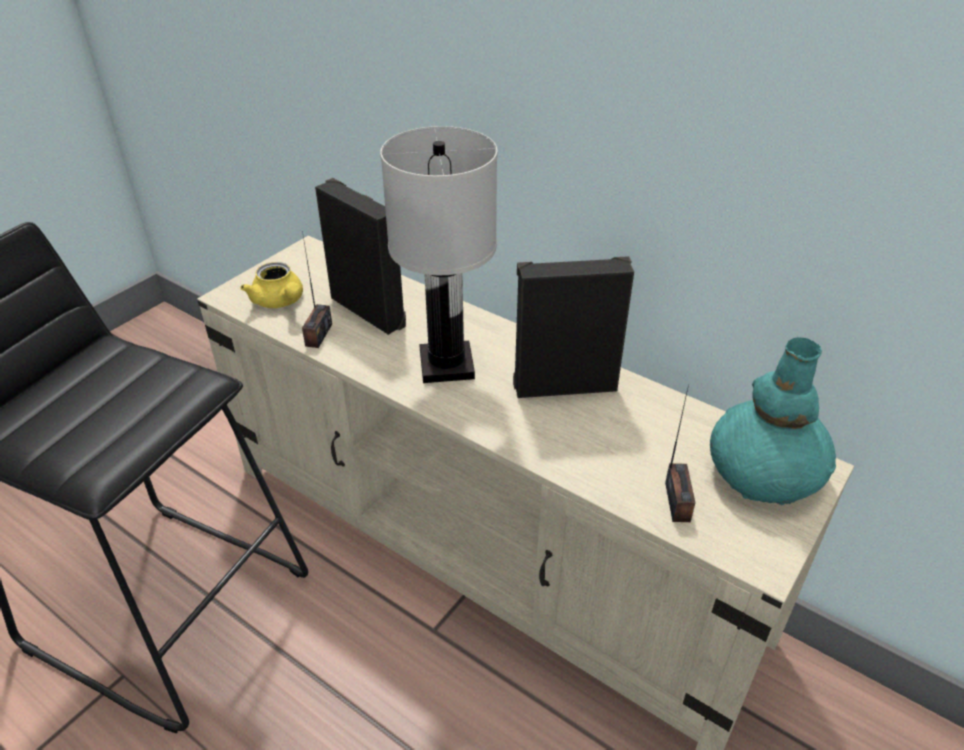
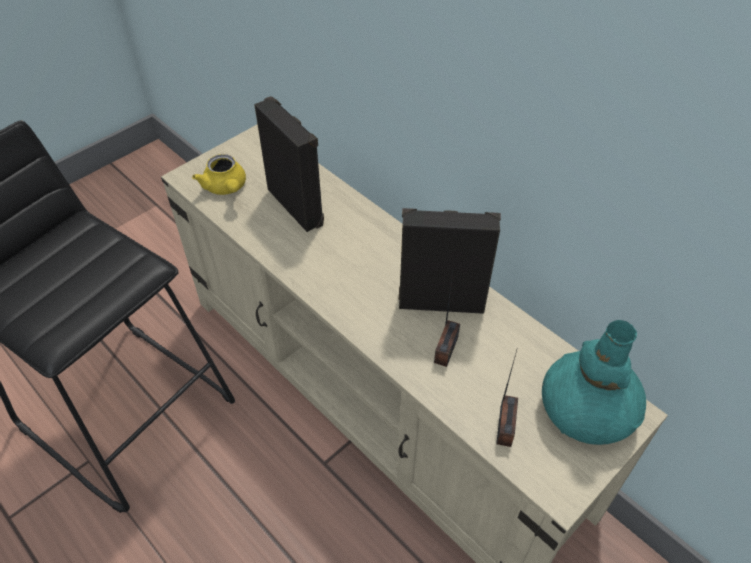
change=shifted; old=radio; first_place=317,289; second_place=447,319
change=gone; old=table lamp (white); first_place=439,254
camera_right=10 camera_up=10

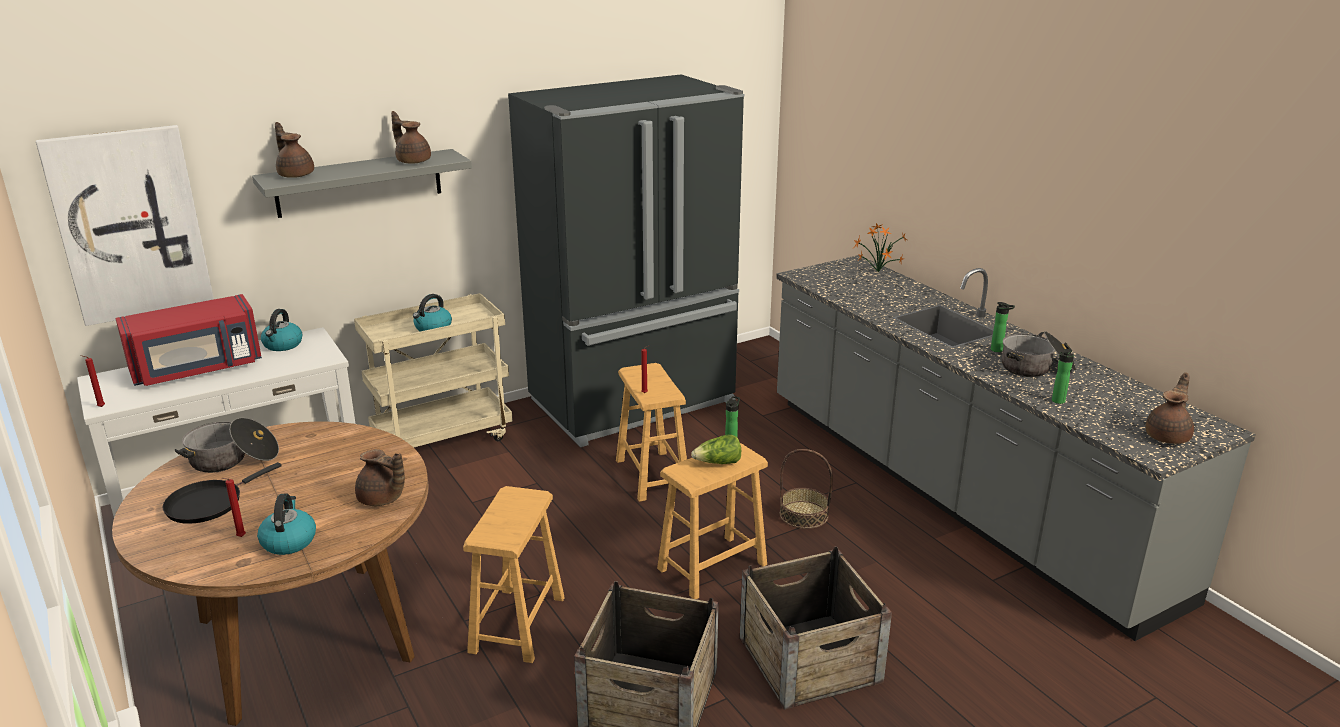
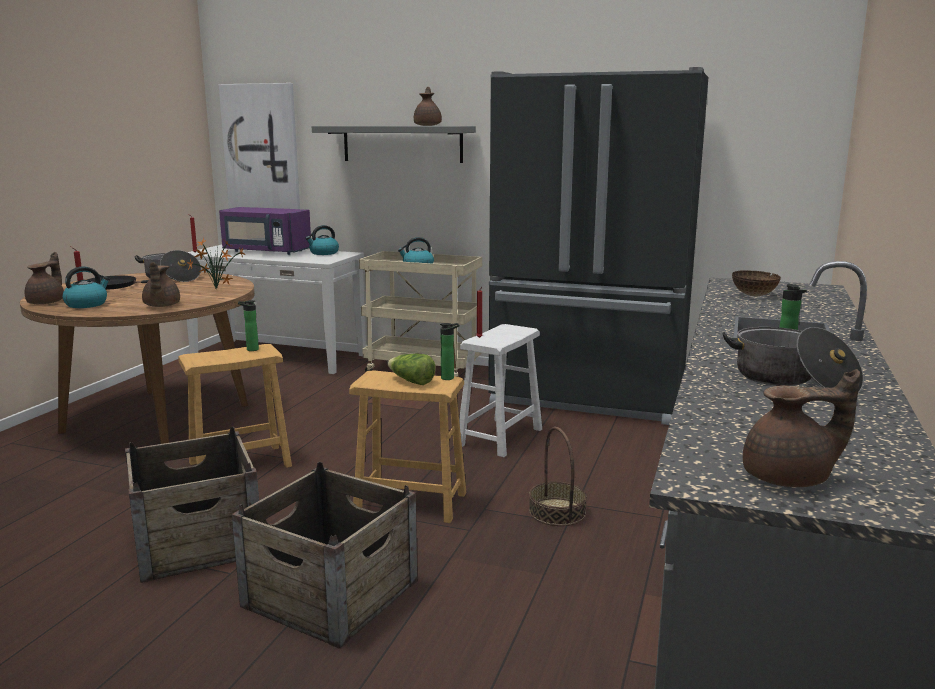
change=shifted; old=teapot (brown); first_place=294,150; second_place=44,278
change=shifted; old=potted plant; first_place=879,247; second_place=216,263
change=repainted; old=microwave (red); new=microwave (purple); first_place=188,340; second_place=265,231
change=shifted; old=bottle; first_place=1063,376; second_place=248,325
change=repainted; old=stool (brown); new=stool (white); first_place=651,432; second_place=500,390
change=new; new=bowl; second_place=756,283
camera_right=50 camera_up=-10

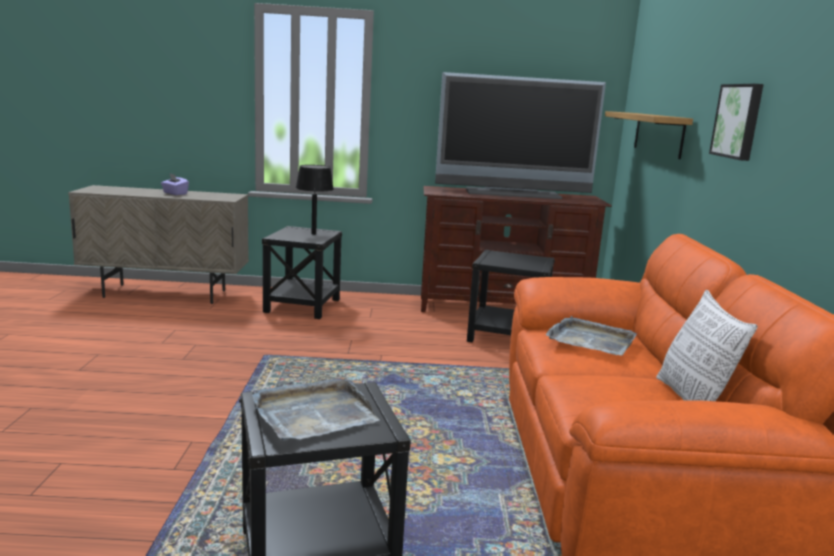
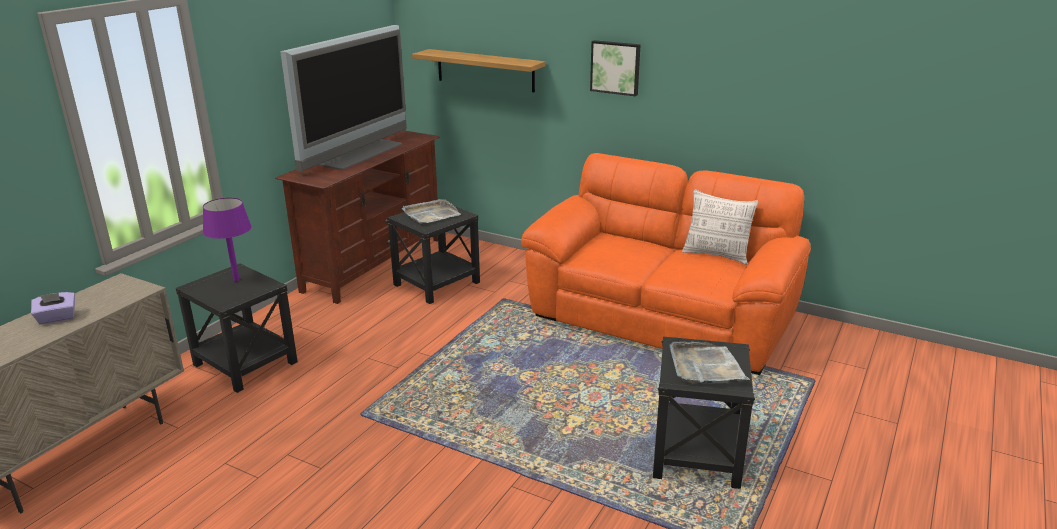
change=repainted; old=table lamp (black); new=table lamp (purple); first_place=315,200; second_place=227,240
change=shifted; old=tray (grey); first_place=591,336; second_place=431,211
camera_right=-60 camera_up=10

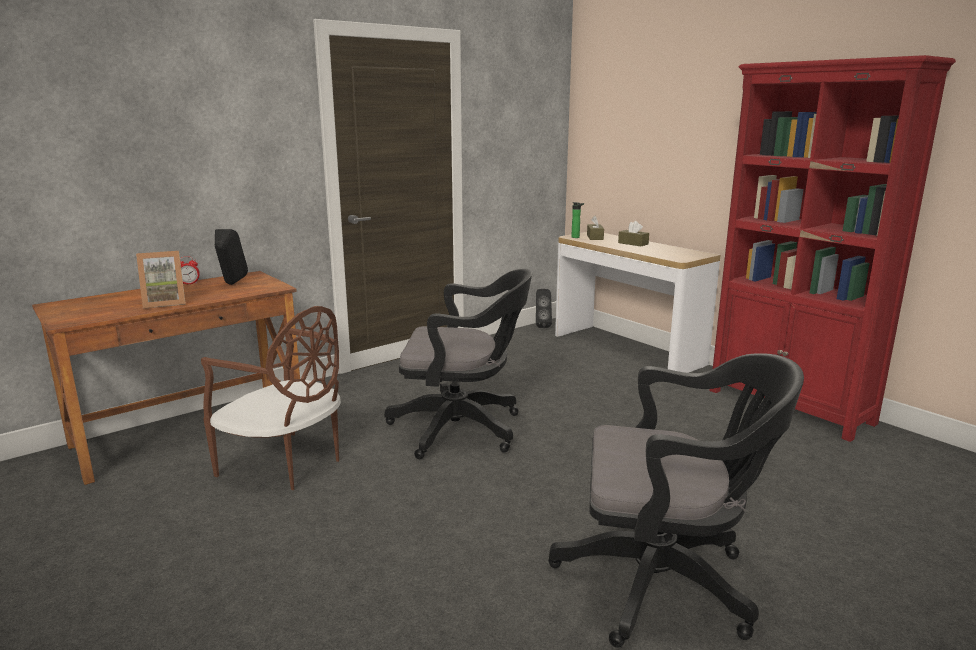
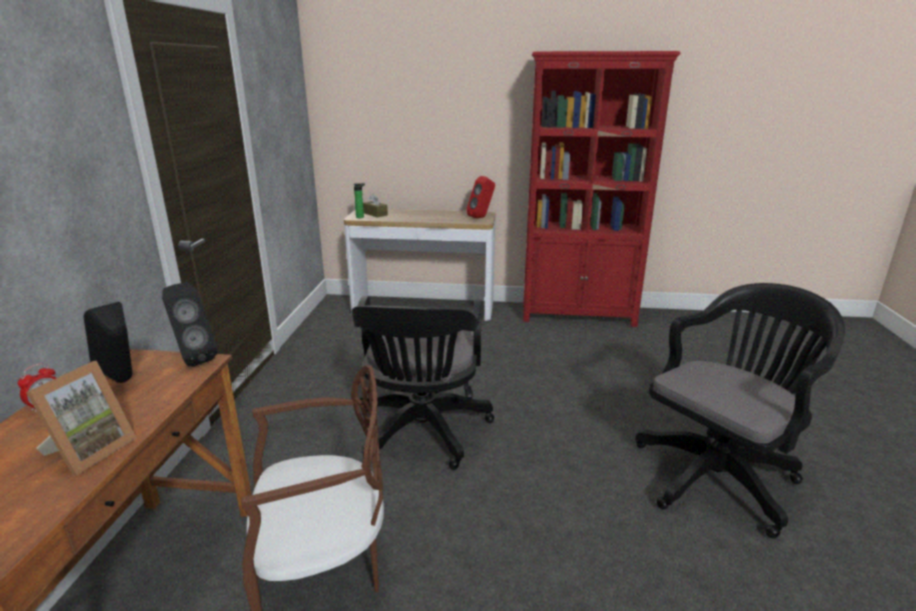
change=shifted; old=speaker (black); first_place=544,308; second_place=190,324
change=rotated; old=office chair (black); first_place=458,364; second_place=423,383; degrees=135
change=new; new=speaker (red); second_place=480,197
change=gone; old=tissue box (brown); first_place=633,233
camera_right=-45 camera_up=5

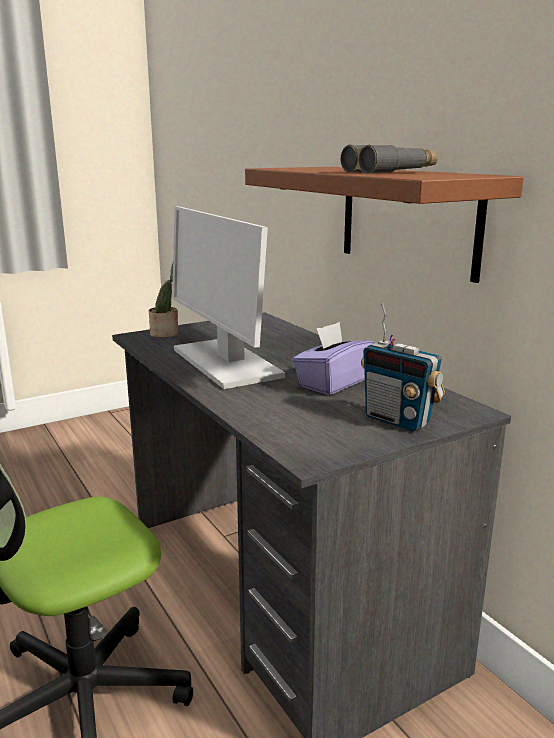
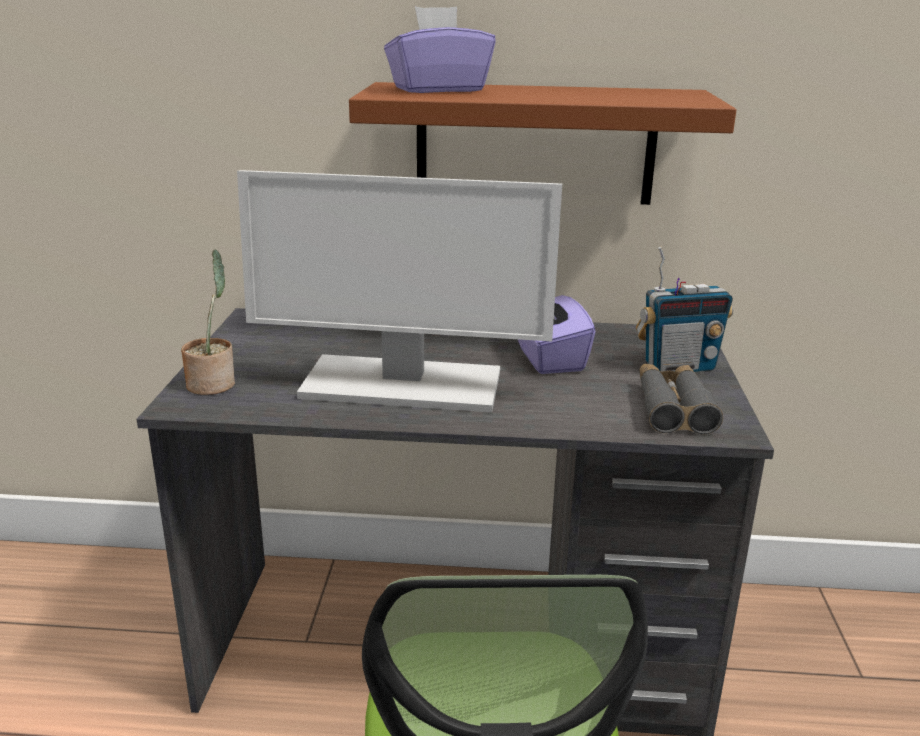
change=new; new=tissue box (purple); second_place=440,49
change=shifted; old=binoculars (grey); first_place=389,159; second_place=681,399
camera_right=-55 camera_up=5

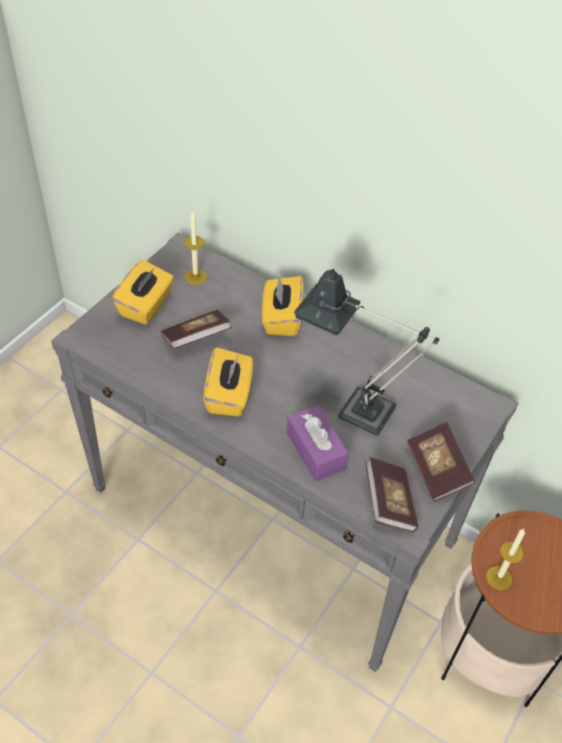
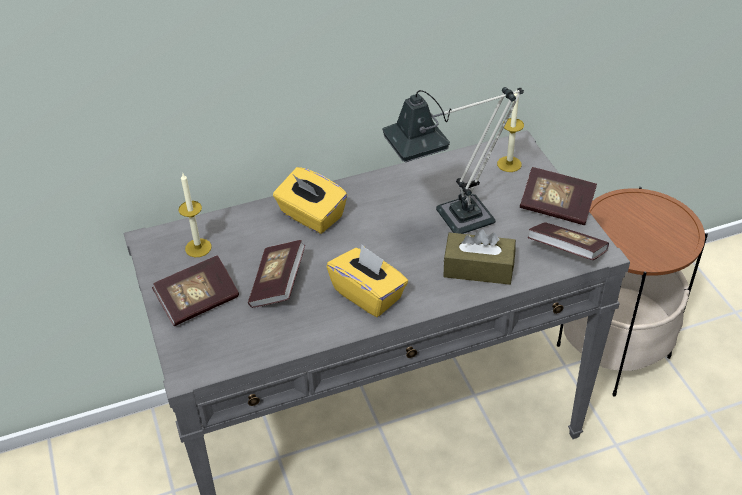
change=swapped; old=tissue box (yellow); new=book; first_place=143,292; second_place=195,291
change=repainted; old=tissue box (purple); new=tissue box (brown); first_place=317,443; second_place=479,257
change=shifted; old=candle; first_place=505,559; second_place=510,131
camera_right=-50 camera_up=-5

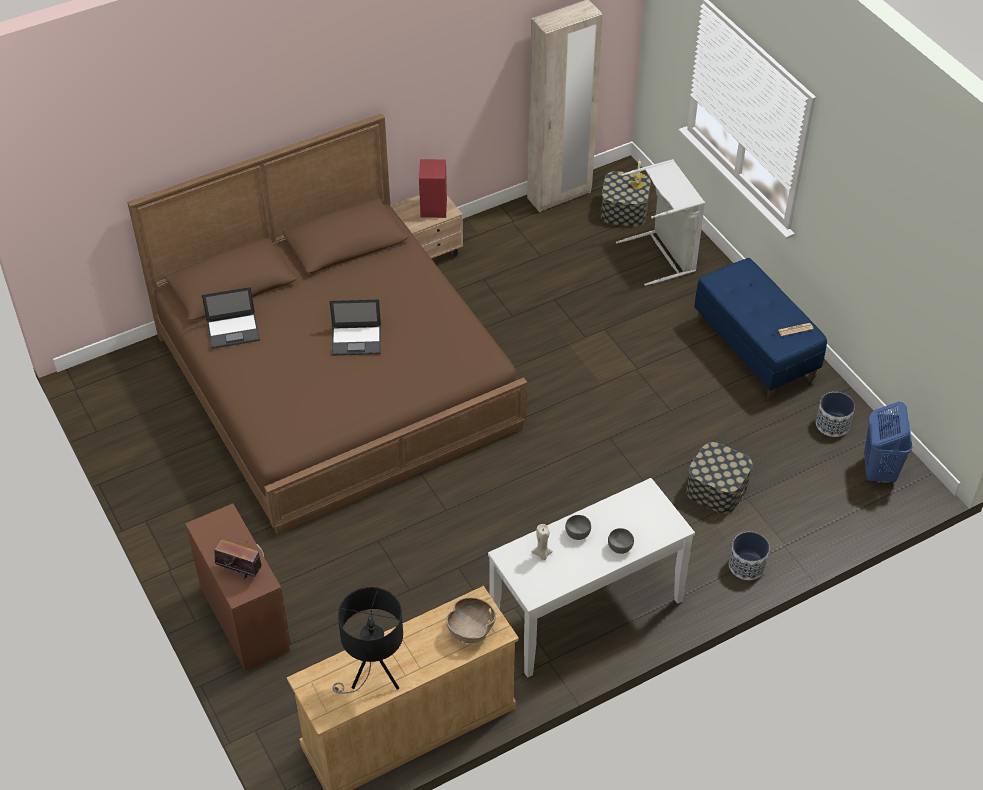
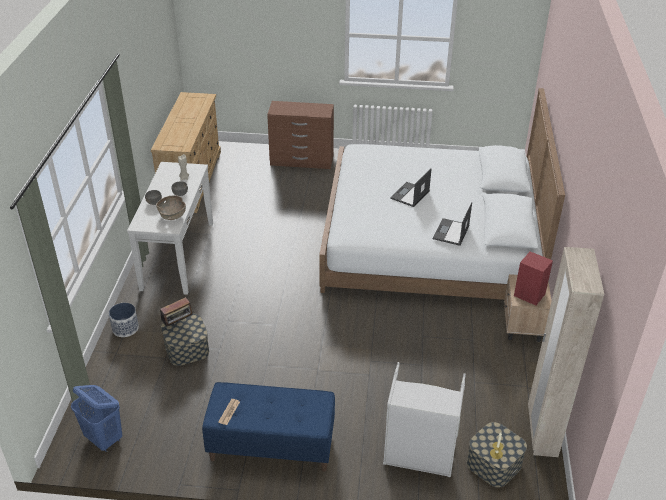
change=shifted; old=bowl (brown); first_place=471,620; second_place=171,208
change=shifted; old=radio; first_place=238,559; second_place=177,311
change=repainted; old=bed (brown); new=bed (white); first_place=327,324; second_place=442,194
change=shifted; old=laptop; first_place=231,318; second_place=452,224
change=gone; old=table lamp (black); first_place=367,640
change=gone; old=planter; first_place=835,414
camera_right=125 camera_up=-10

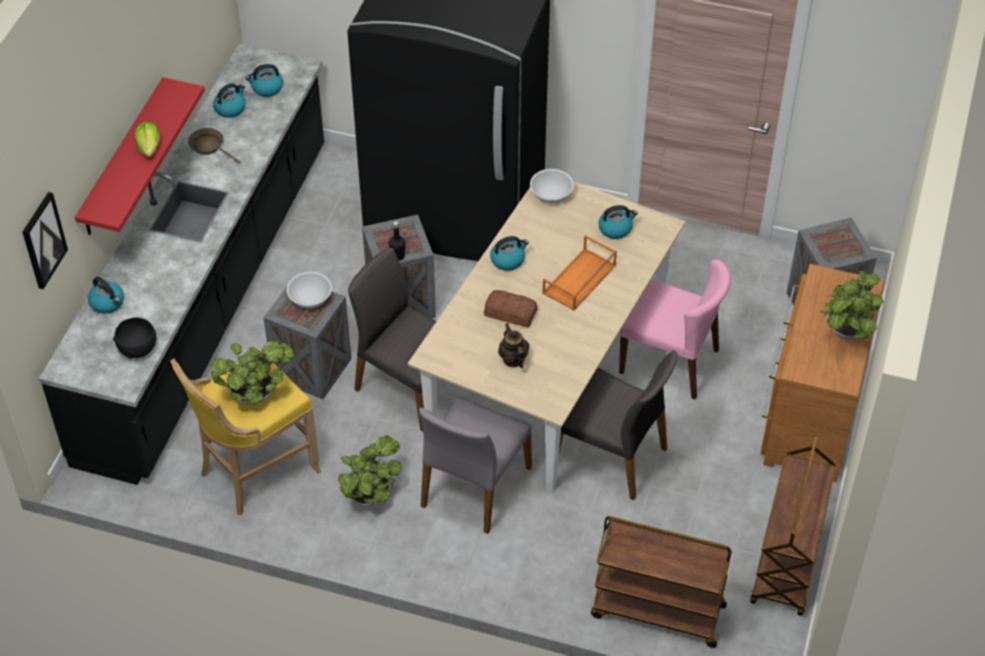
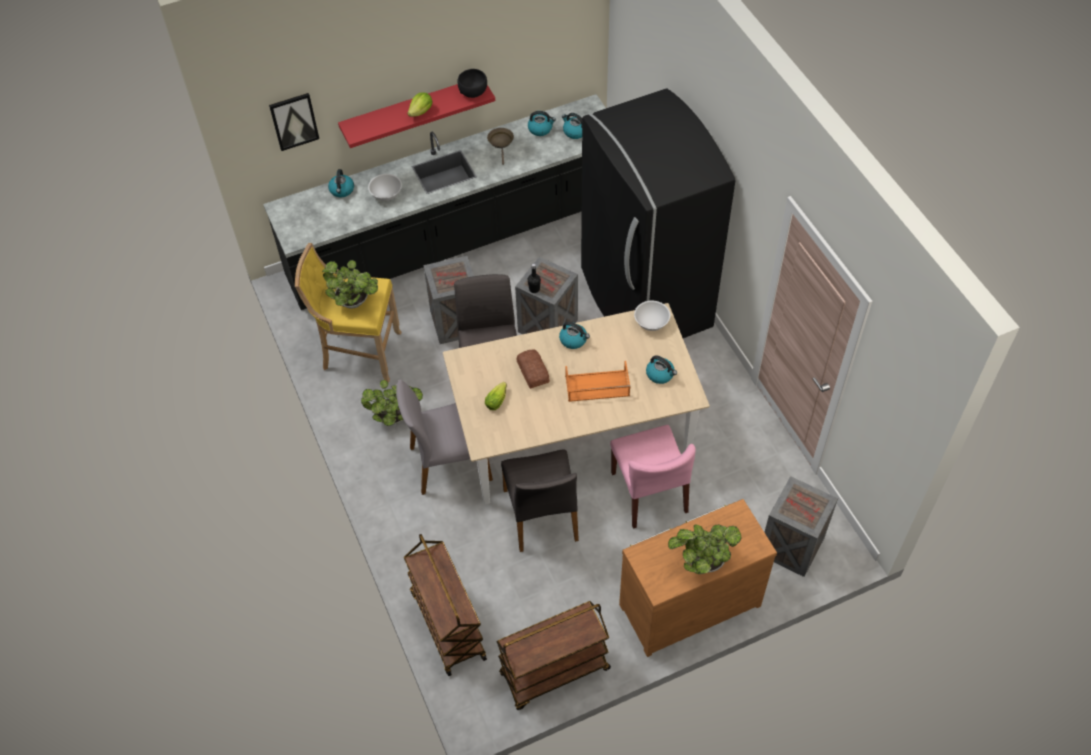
change=shifted; old=bowl (white); first_place=309,290; second_place=385,187
change=shifted; old=bowl (black); first_place=134,338; second_place=472,83
change=swapped; old=teapot; new=lettuce; first_place=513,345; second_place=496,396
camera_right=50 camera_up=5

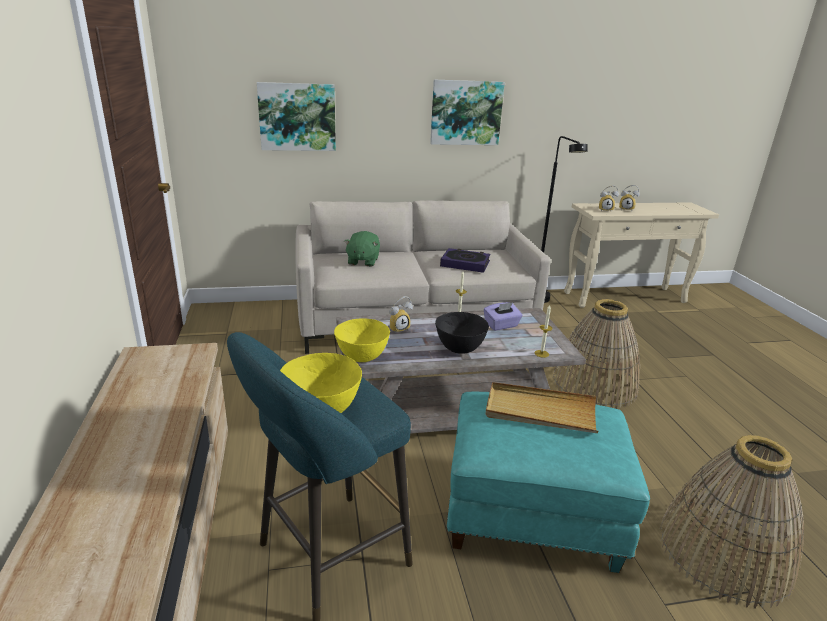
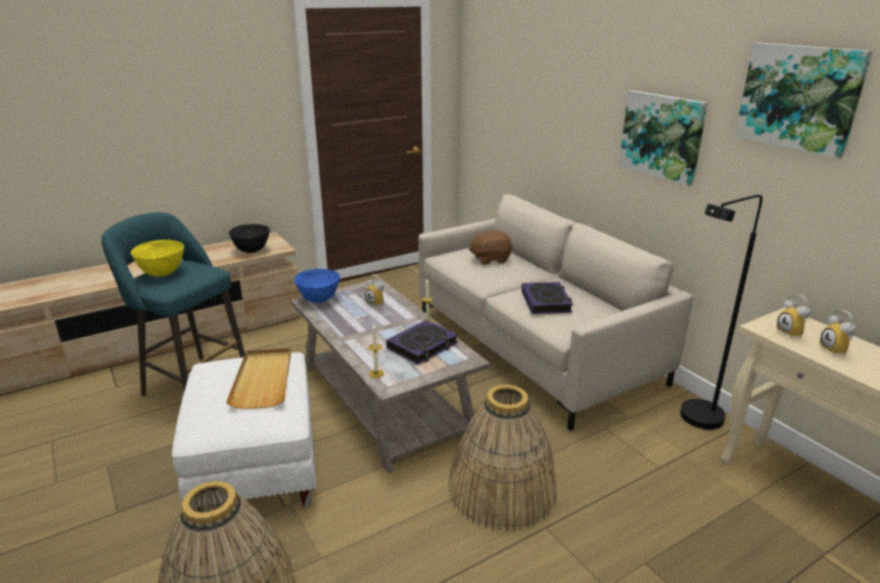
change=repainted; old=ottoman (turquoise); new=ottoman (white); first_place=548,482; second_place=244,432
change=shifted; old=bowl (black); first_place=462,333; second_place=249,238
change=repainted; old=bowl (yellow); new=bowl (blue); first_place=362,340; second_place=317,286
change=swapped; old=tissue box (purple); new=book; first_place=503,316; second_place=422,342
change=repainted; old=plush toy (green); new=plush toy (brown); first_place=362,249; second_place=490,248
change=shifted; old=picture; first_place=296,116; second_place=803,100
camera_right=70 camera_up=0

